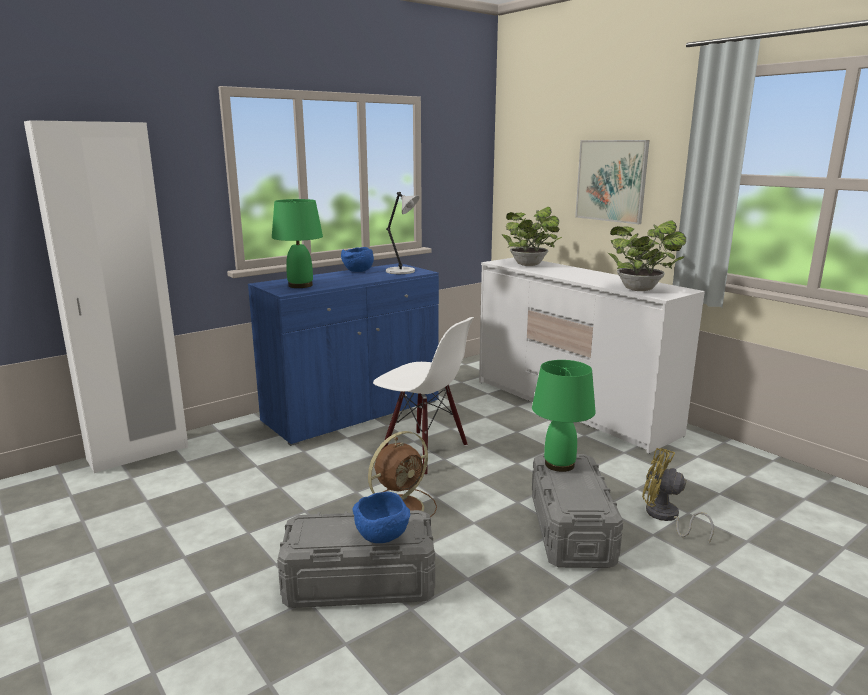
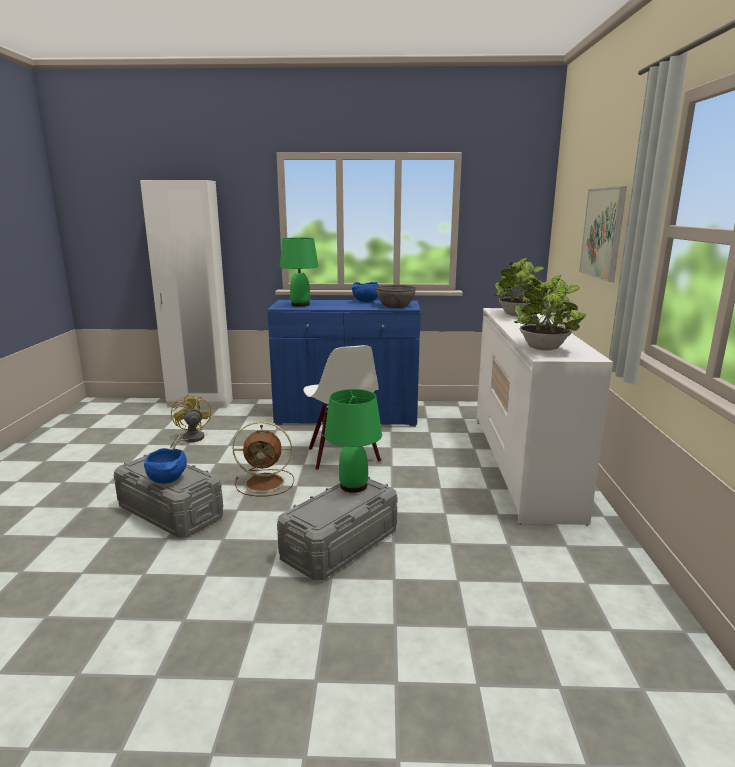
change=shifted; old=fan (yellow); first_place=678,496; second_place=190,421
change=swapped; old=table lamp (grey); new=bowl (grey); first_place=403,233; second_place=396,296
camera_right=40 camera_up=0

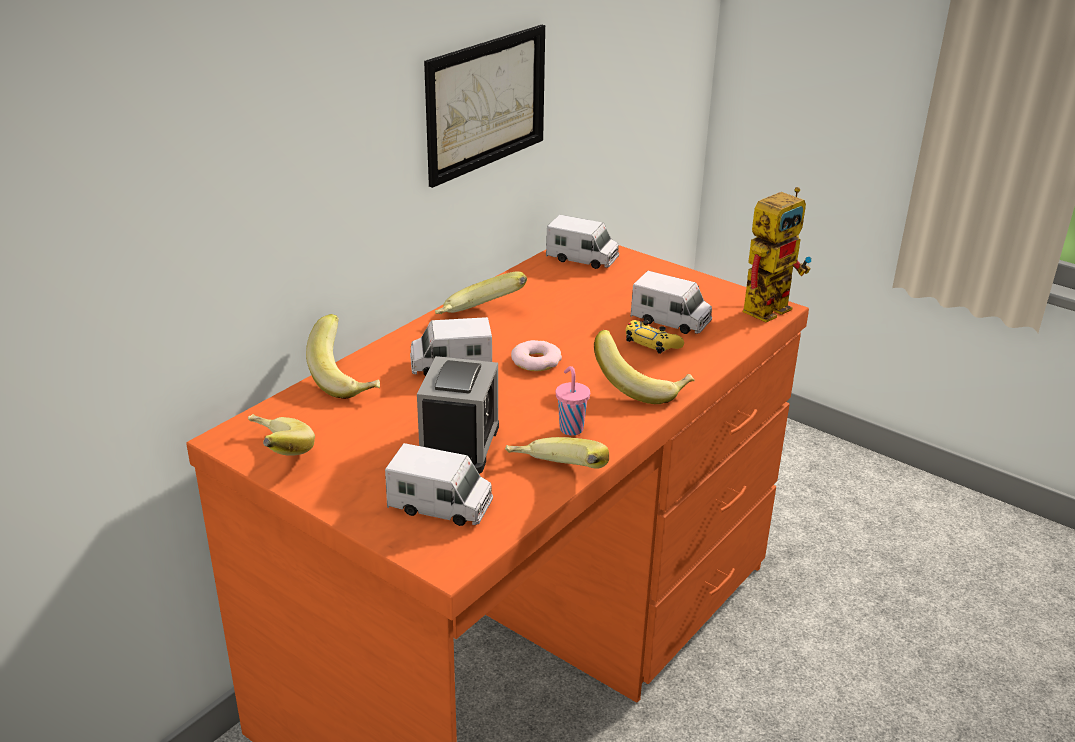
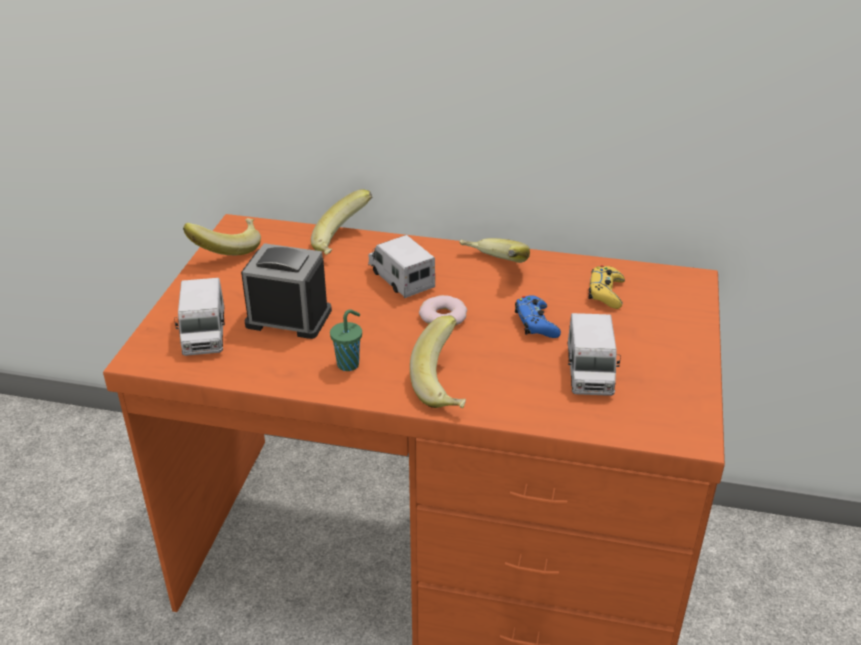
change=rotated; old=alarm clock; first_place=458,415; second_place=286,291; degrees=-150
change=repainted; old=cup (pink); new=cup (green); first_place=573,401; second_place=346,340
change=new; new=game controller (blue); second_place=538,316
change=shifted; old=game controller (yellow); first_place=655,337; second_place=606,287
change=gone; old=picture; first_place=484,106
change=gone; old=banana; first_place=557,453
change=gone; old=toy truck; first_place=582,242
change=gone; old=toy robot; first_place=777,254
camera_right=65 camera_up=5

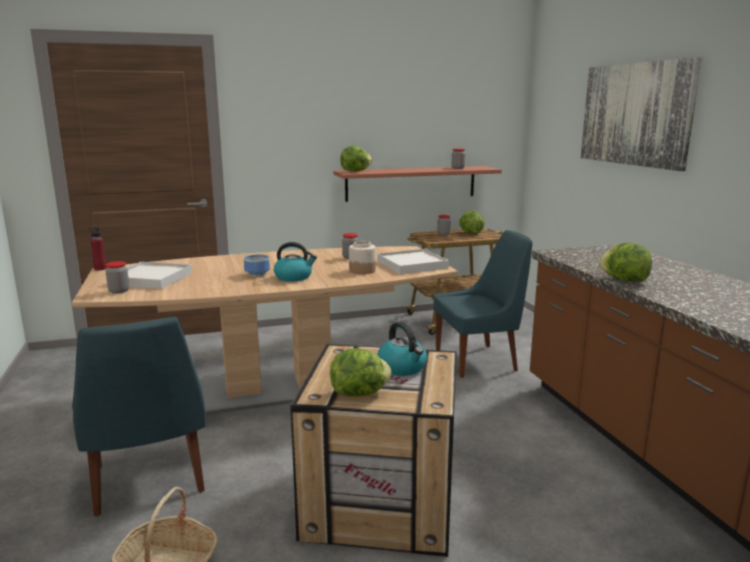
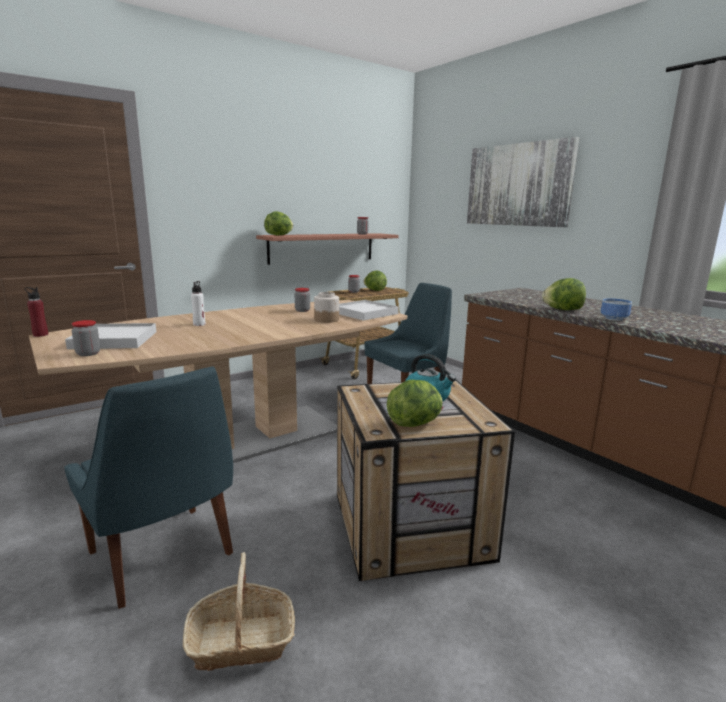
change=new; new=bottle (white); second_place=198,303
change=shifted; old=bowl; first_place=257,266; second_place=616,309
change=gone; old=kettle; first_place=295,262
camera_right=-20 camera_up=0

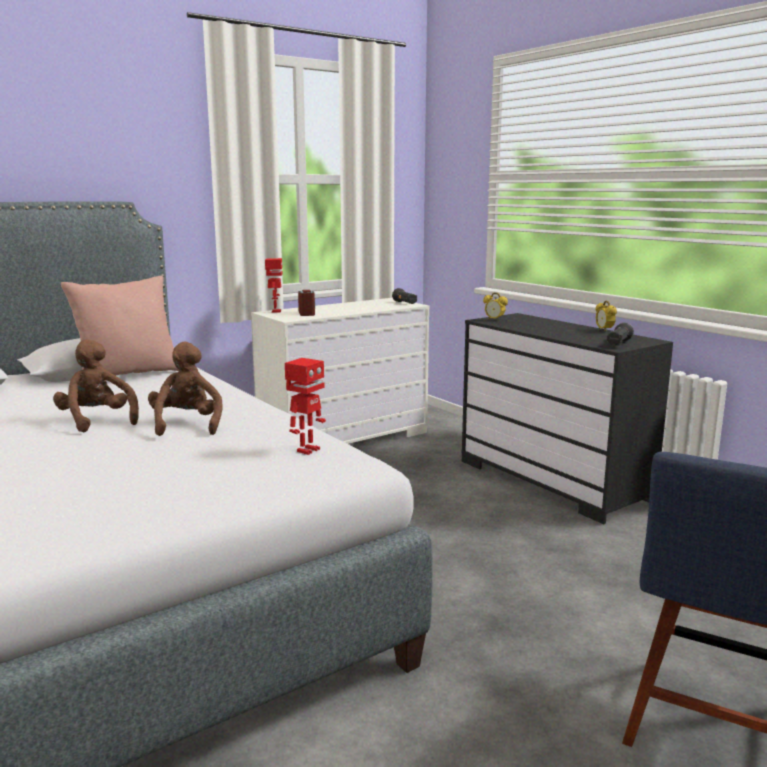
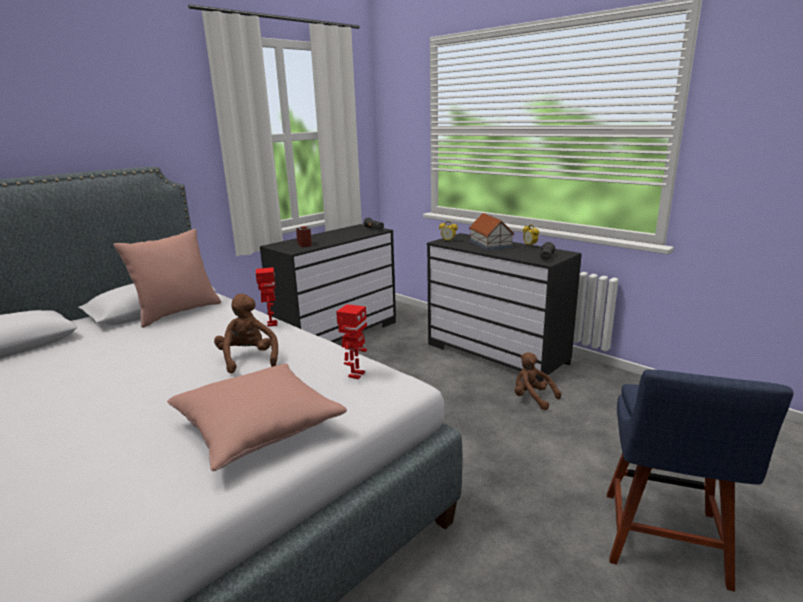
change=new; new=pillow (pink); second_place=257,417
change=shifted; old=toy robot; first_place=274,285; second_place=266,296
change=repainted; old=dresser (white); new=dresser (black); first_place=340,371; second_place=328,283
change=new; new=toy house; second_place=492,231
change=shifted; old=plush toy (brown); first_place=96,385; second_place=537,381
camera_right=-10 camera_up=5

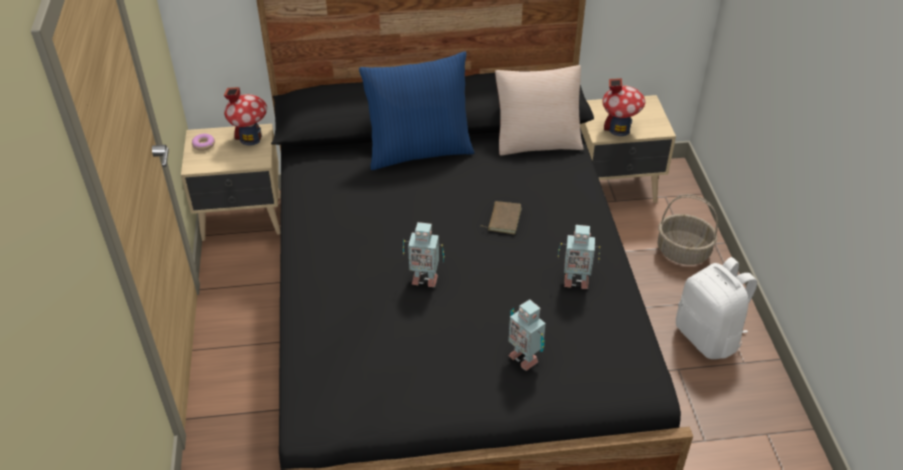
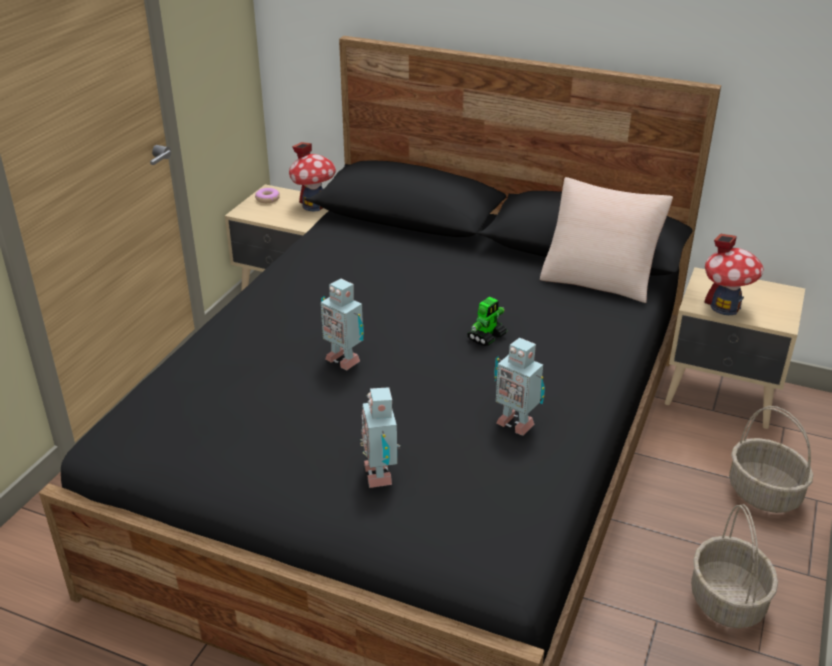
change=swapped; old=book (brown); new=toy robot; first_place=503,217; second_place=487,321
change=swapped; old=backpack (white); new=basket; first_place=716,308; second_place=734,566
change=gone; old=pillow (blue); first_place=416,110
camera_right=30 camera_up=-10

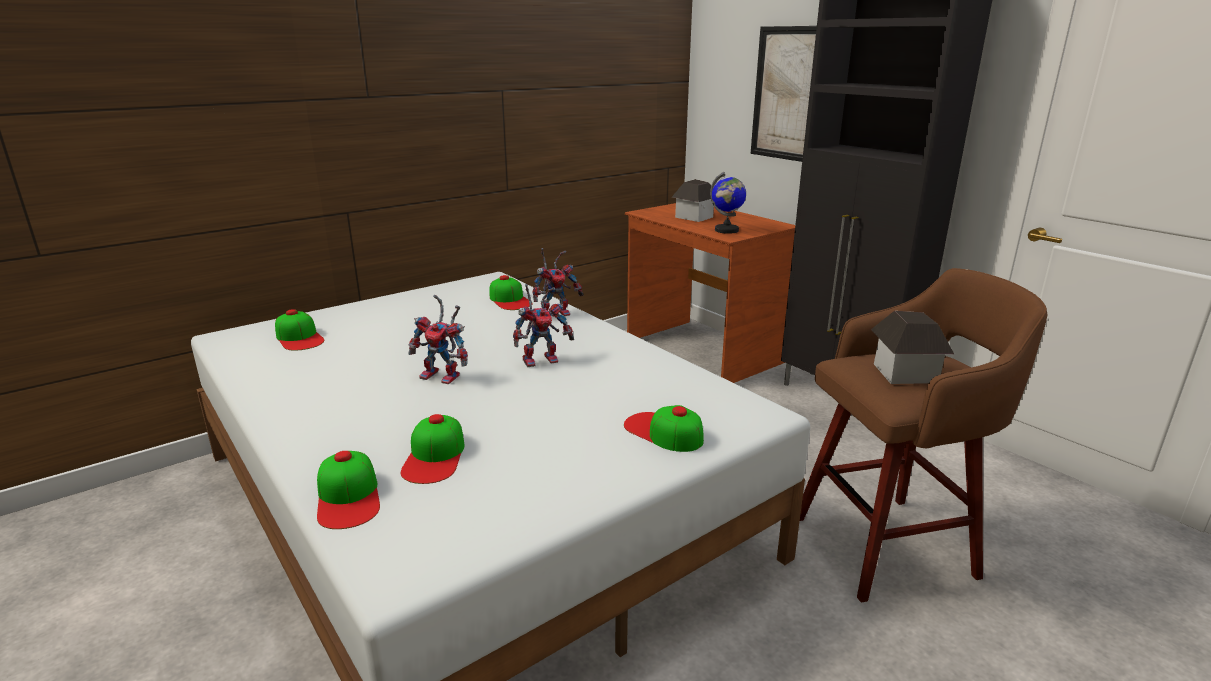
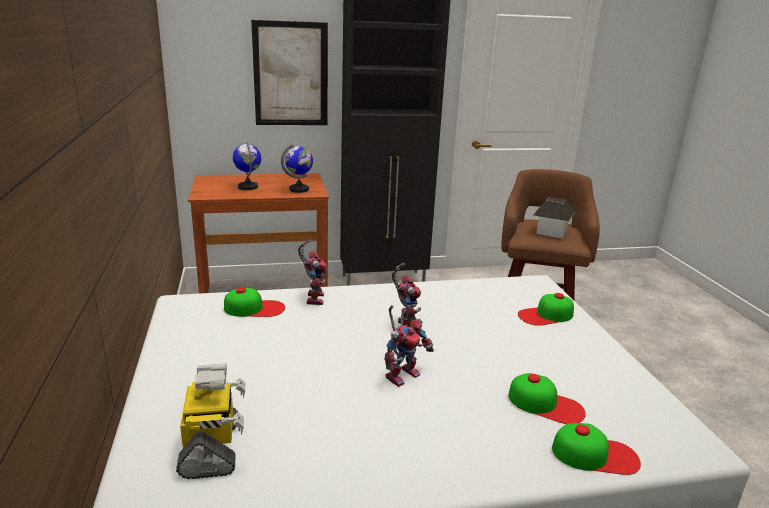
change=swapped; old=cap; new=toy robot; first_place=299,330; second_place=211,421
change=swapped; old=toy house; new=globe; first_place=693,200; second_place=247,166
camera_right=-65 camera_up=0

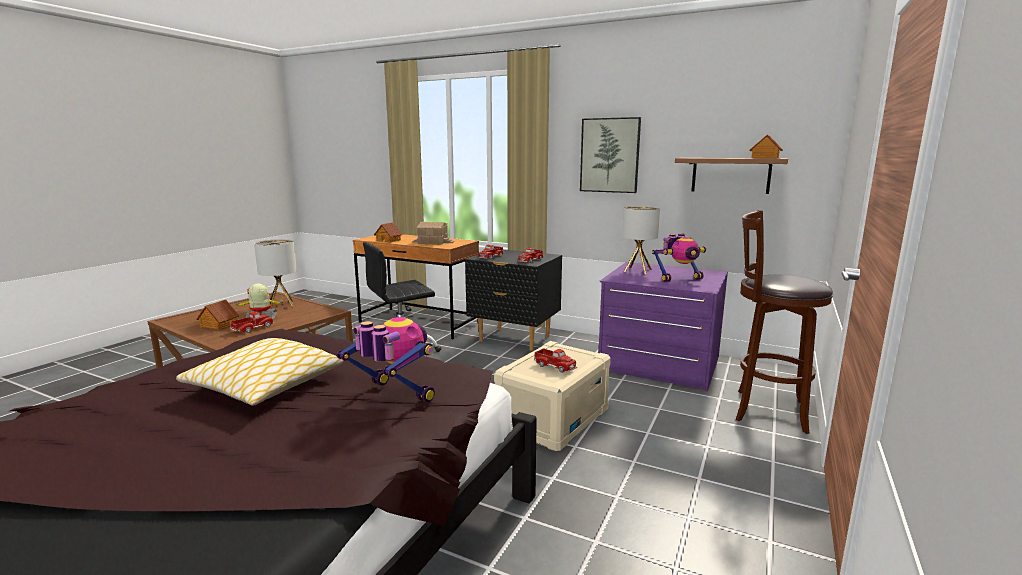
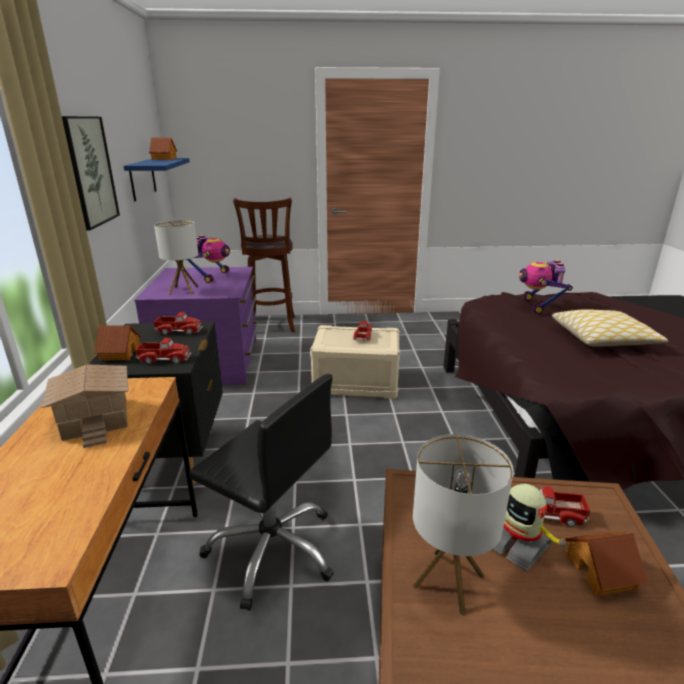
change=shifted; old=toy house; first_place=388,232; second_place=117,343
change=repainted; old=shelf (brown); new=shelf (blue); first_place=731,176; second_place=157,179
change=rotated; old=toy robot; first_place=679,257; second_place=208,259; degrees=60
camera_right=-120 camera_up=10

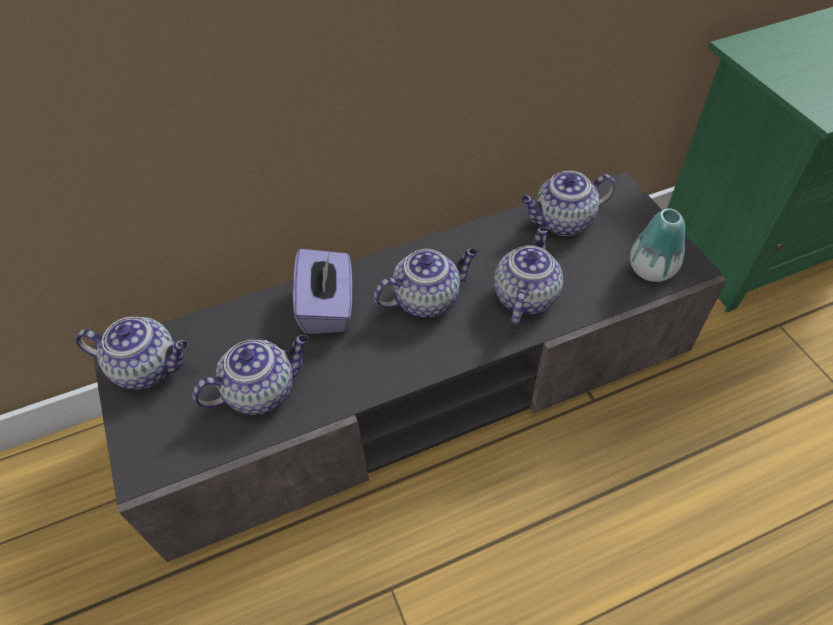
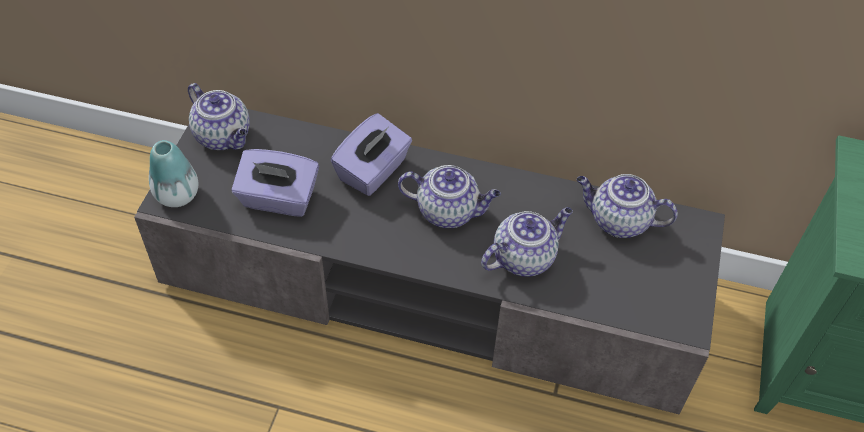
change=shifted; old=vase; first_place=657,245; second_place=173,173
change=swapped; old=teapot; new=tissue box (purple); first_place=250,375; second_place=275,183
camera_right=35 camera_up=0

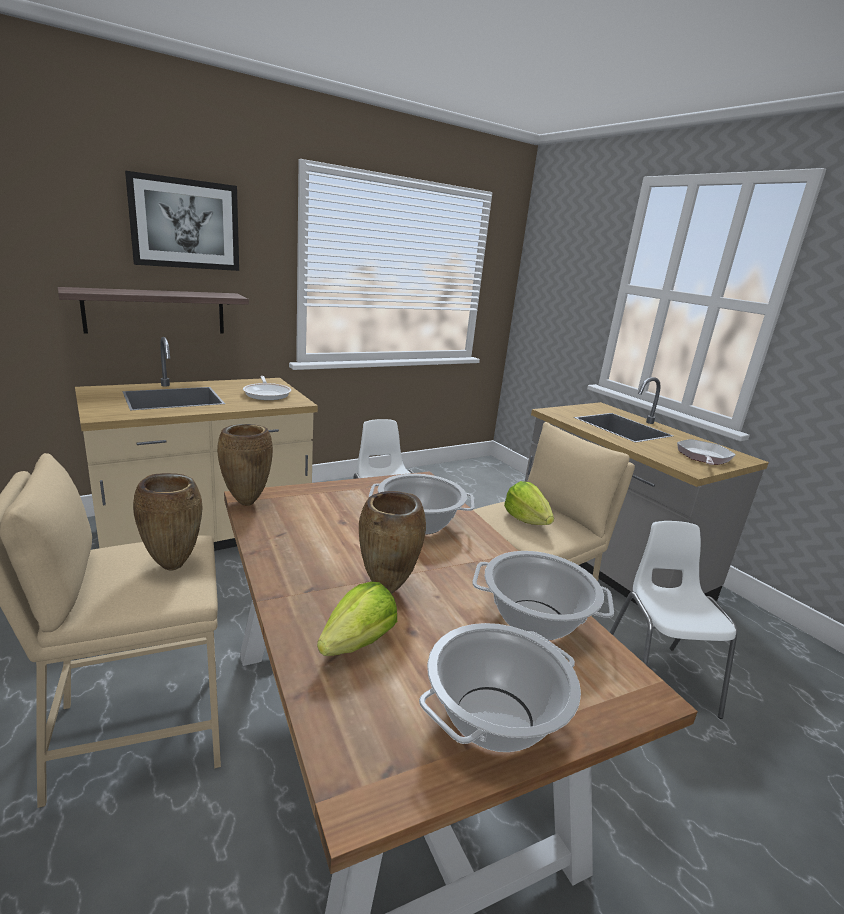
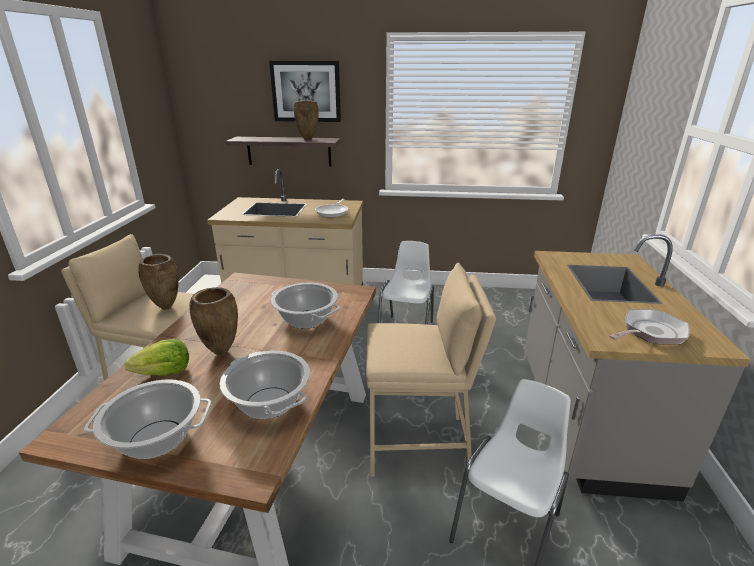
change=shifted; old=vase (brown); first_place=245,465; second_place=306,120
change=gone; old=lettuce; first_place=529,503
camera_right=40 camera_up=5

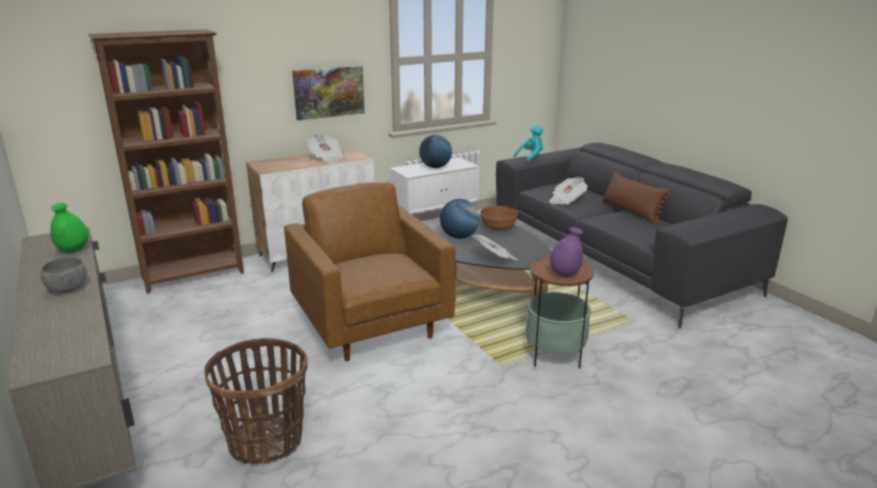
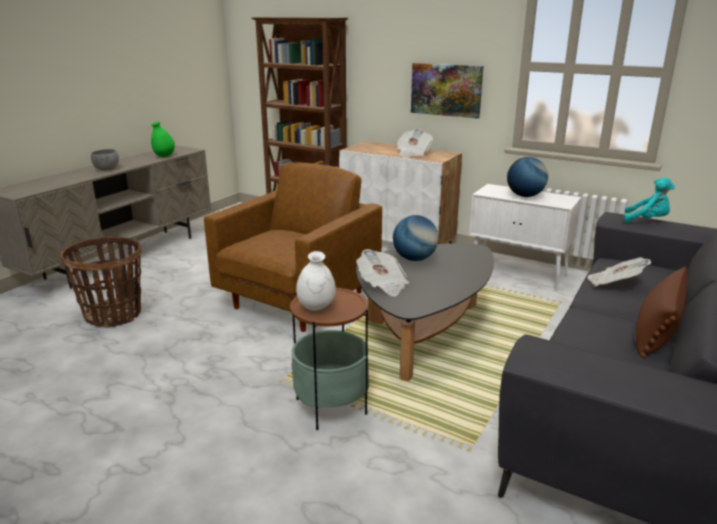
change=repainted; old=vase (purple); new=vase (white); first_place=566,252; second_place=316,281
change=gone; old=bowl (brown); first_place=499,218
camera_right=60 camera_up=0

